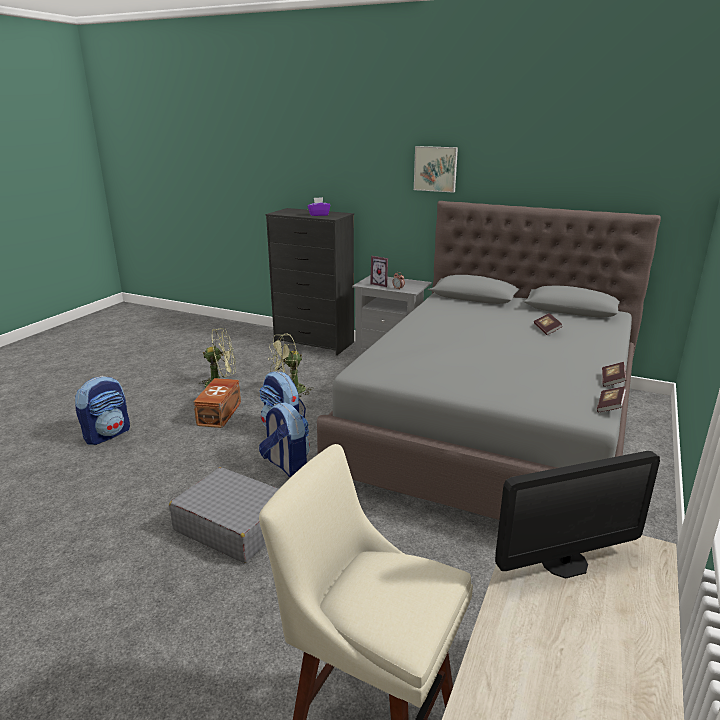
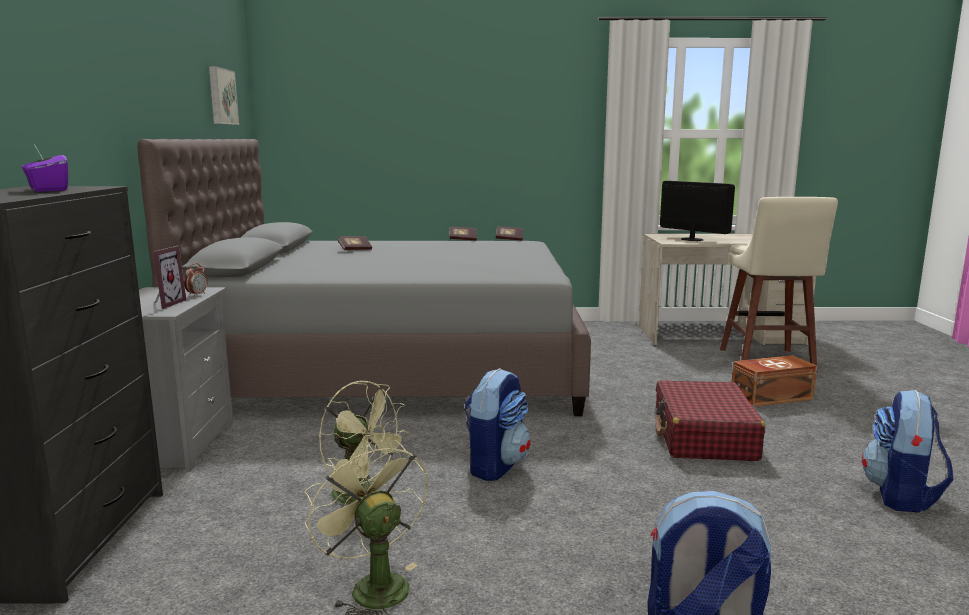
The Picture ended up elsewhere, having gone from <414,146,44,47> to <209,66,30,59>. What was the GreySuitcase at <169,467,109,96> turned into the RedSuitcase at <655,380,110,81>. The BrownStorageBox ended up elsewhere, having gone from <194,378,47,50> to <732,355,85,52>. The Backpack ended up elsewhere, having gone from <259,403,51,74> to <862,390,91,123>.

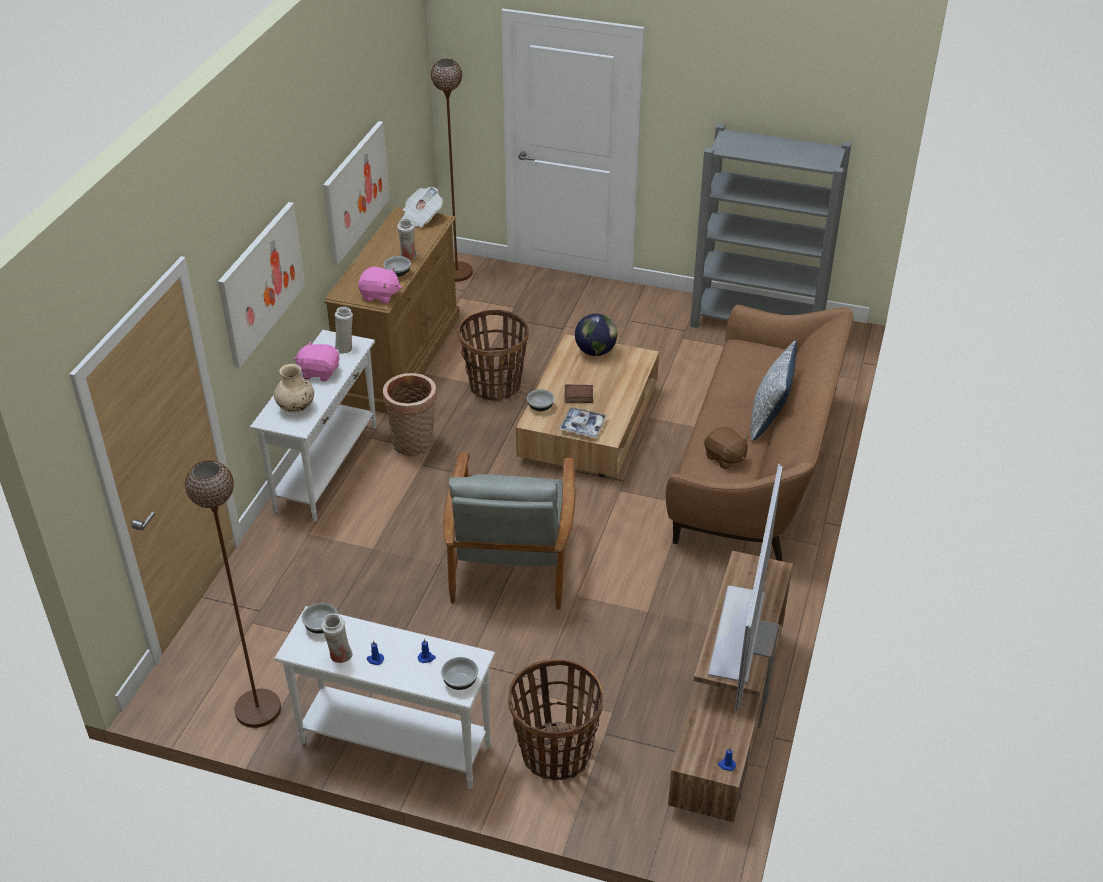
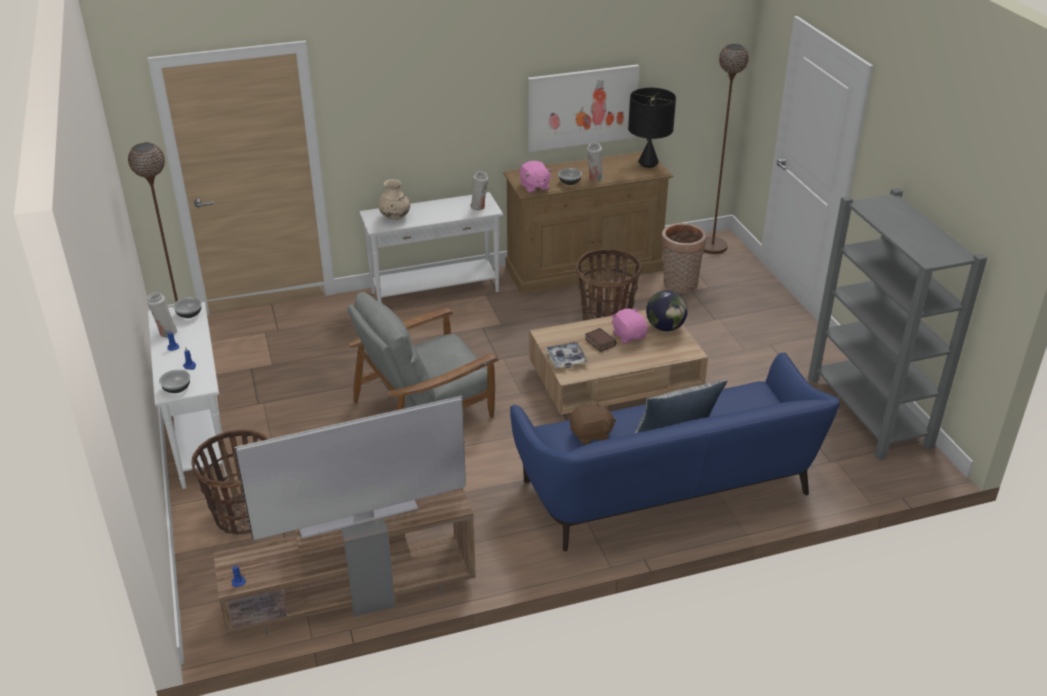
What was the BrownSofa at <665,305,188,256> turned into the BlueSofa at <510,352,330,199>. The BrownPlushToy at <704,426,45,43> ended up facing another way, 120 degrees counterclockwise from before. The PinkPlushToy ended up elsewhere, having gone from <294,341,45,41> to <611,308,37,35>. Where the Newspaper stood at <402,187,41,41>, the BlackTableLamp came to stand at <628,88,48,80>. The Basket ended up elsewhere, having gone from <383,373,54,84> to <661,223,45,70>. The second view lost the Picture at <218,202,87,166>. The second view lost the Bowl at <527,389,27,22>.

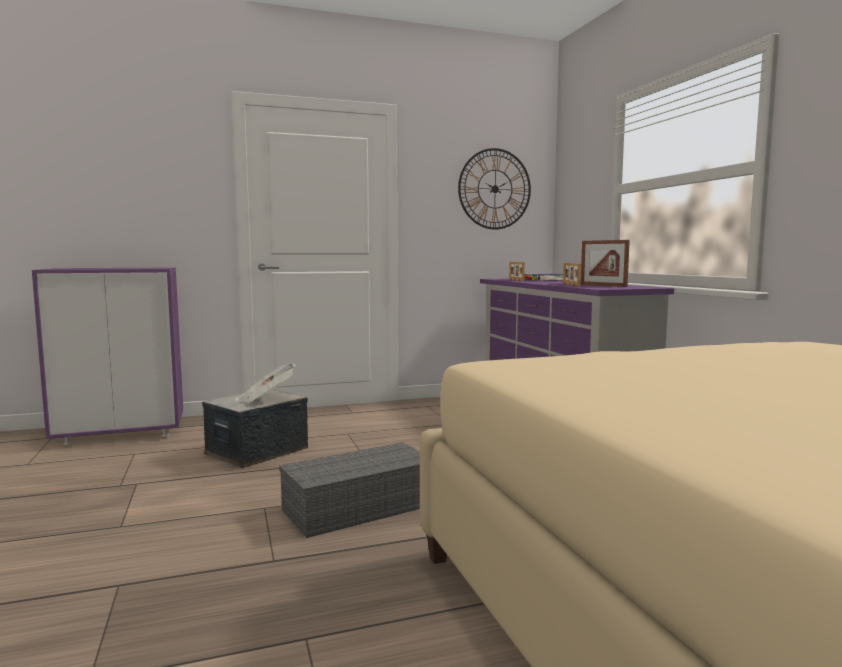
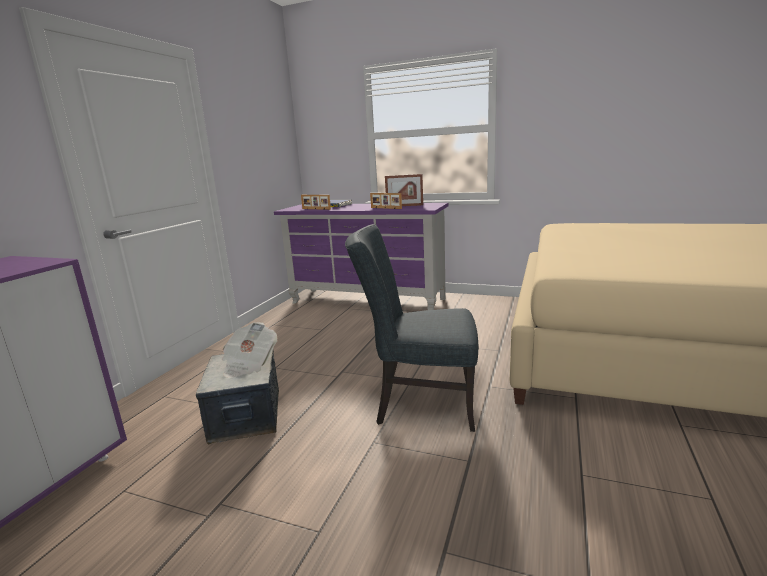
Where the GreyStorageBox stood at <279,442,141,96>, the GreyChair came to stand at <345,224,133,208>. The second view lost the WallClock at <458,148,73,82>.

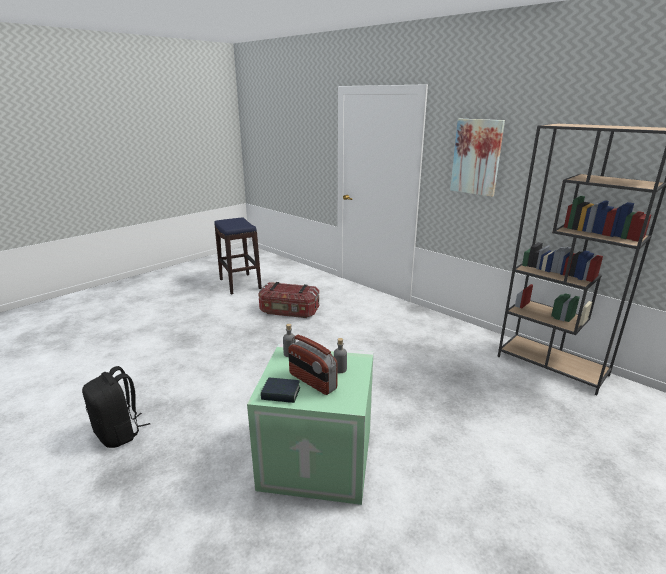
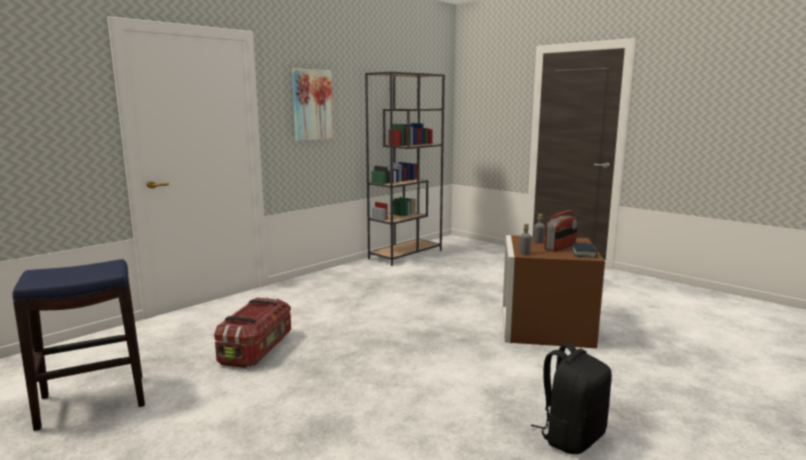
What was the GreenStorageBox at <247,344,126,161> turned into the BrownStorageBox at <502,235,103,113>.

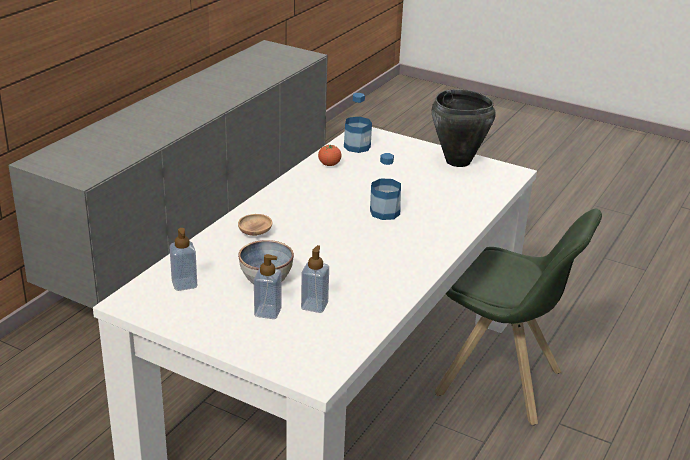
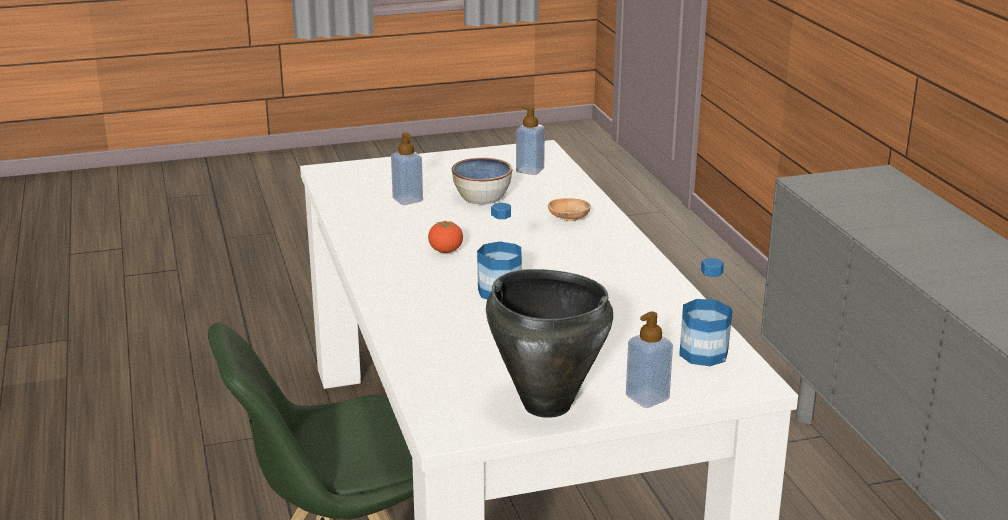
The Tomato ended up elsewhere, having gone from <318,145,24,21> to <428,220,35,33>. The SoapDispenser ended up elsewhere, having gone from <254,254,28,65> to <626,312,47,96>.

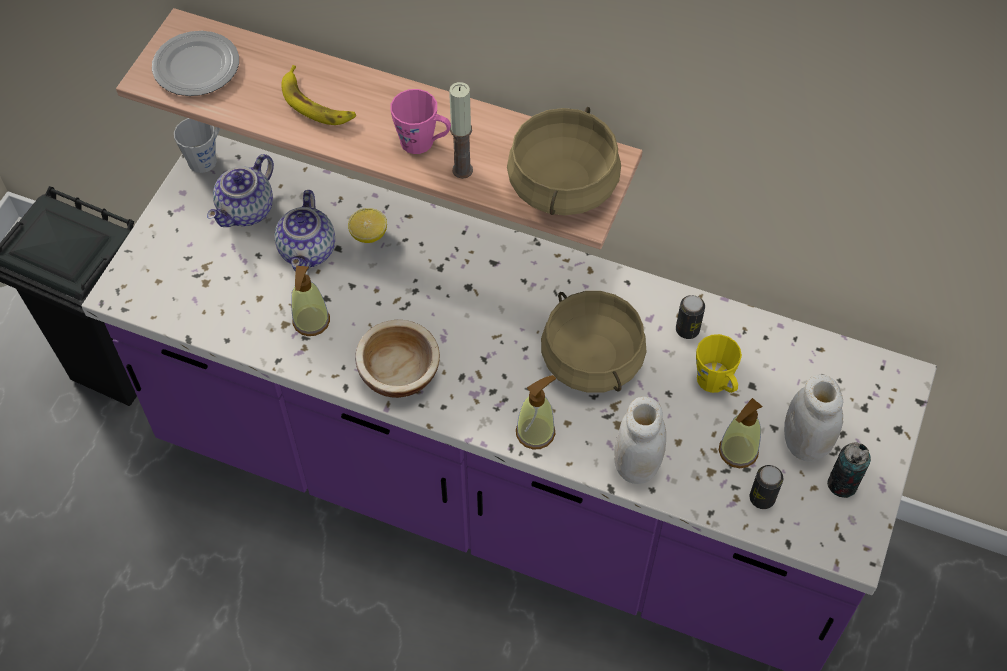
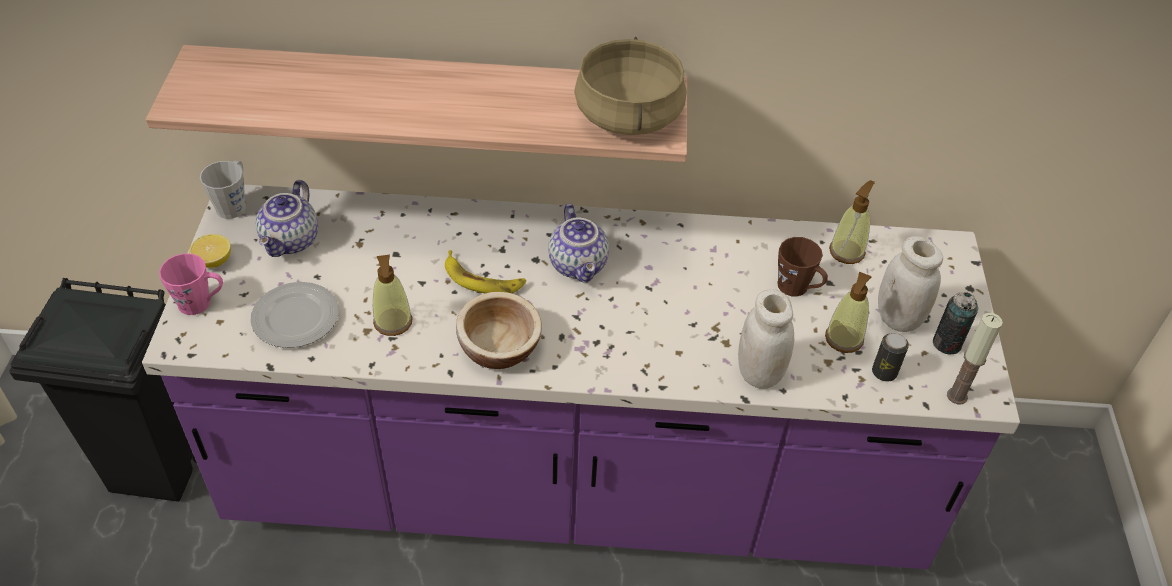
The PinkMug ended up elsewhere, having gone from <391,89,60,65> to <159,253,64,62>. The Lemon ended up elsewhere, having gone from <348,208,39,35> to <189,234,42,34>. The Plate ended up elsewhere, having gone from <152,31,87,65> to <250,282,89,66>. The Banana ended up elsewhere, having gone from <281,65,75,60> to <445,250,81,43>. The Teapot ended up elsewhere, having gone from <275,190,60,82> to <548,203,61,80>. What was the YellowMug at <696,334,46,59> turned into the BrownMug at <777,237,51,60>. The SoapDispenser ended up elsewhere, having gone from <516,375,40,75> to <829,180,46,84>. The Candle ended up elsewhere, having gone from <449,82,24,97> to <947,313,56,91>. The second view lost the BeigeCookingPot at <541,291,105,102>. The second view lost the Can at <676,295,29,44>.

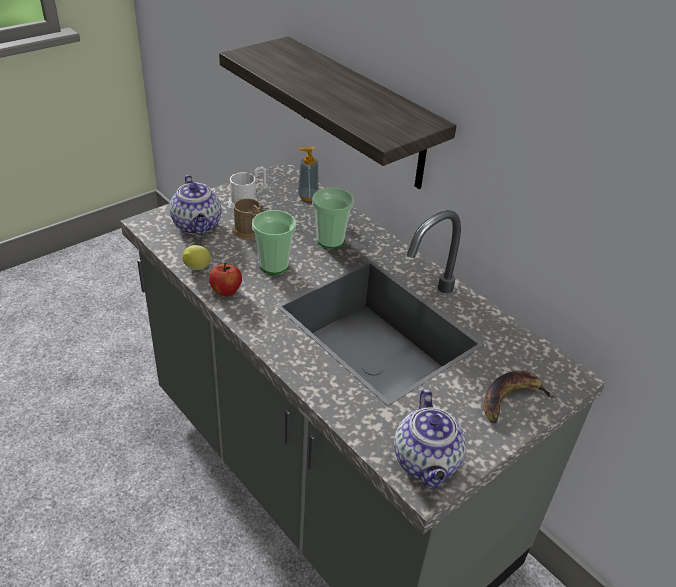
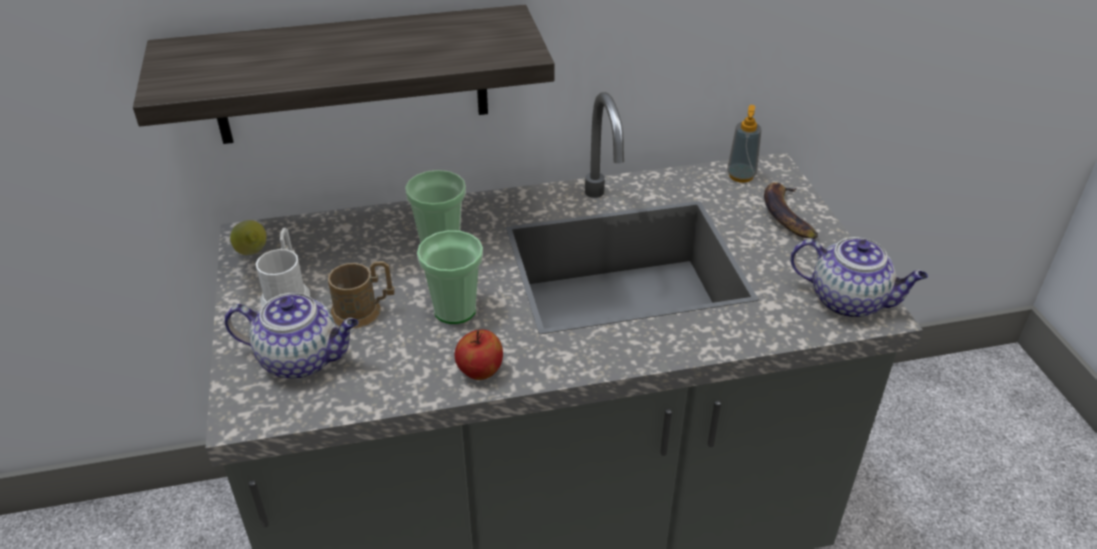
The Lemon ended up elsewhere, having gone from <182,245,29,25> to <230,220,36,35>. The SoapDispenser ended up elsewhere, having gone from <298,147,21,54> to <727,105,35,78>.

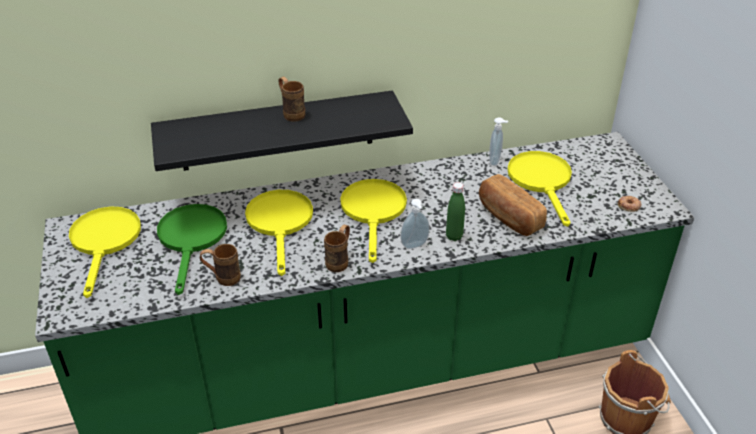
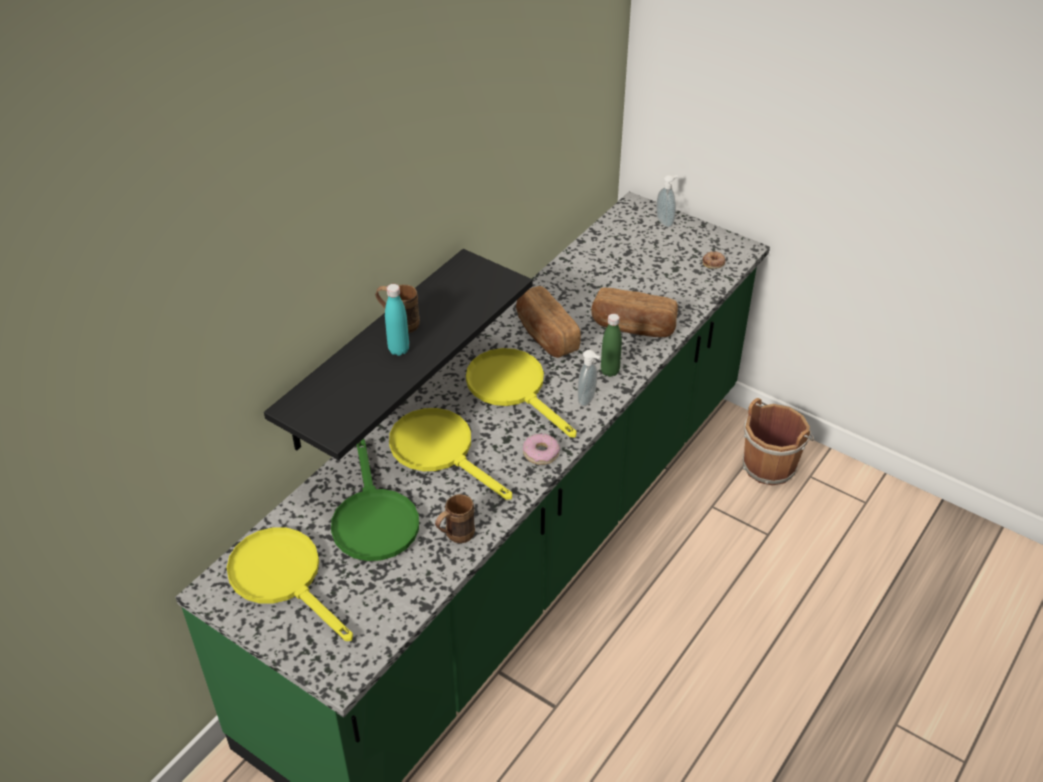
The GreenFryingPan at <157,204,70,91> ended up facing another way, 150 degrees counterclockwise from before. The second view gained the TurquoiseBottle at <385,284,24,72>. The second view gained the Bread at <516,286,65,72>. Where the BrownMug stood at <324,224,26,48>, the Donut came to stand at <523,434,37,31>. The SoapDispenser ended up elsewhere, having gone from <489,117,19,49> to <656,175,22,52>. The second view lost the YellowFryingPan at <507,151,65,76>.

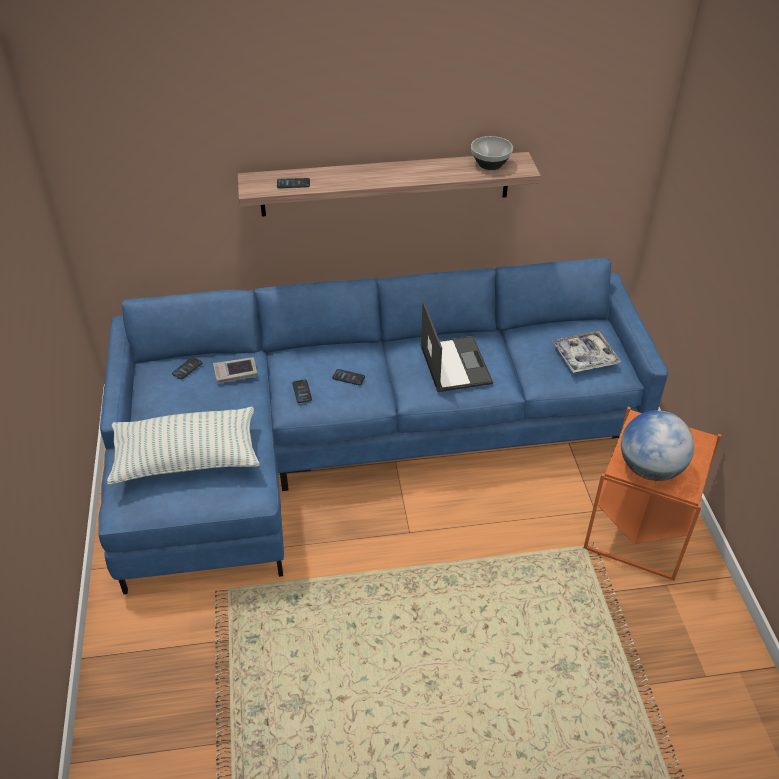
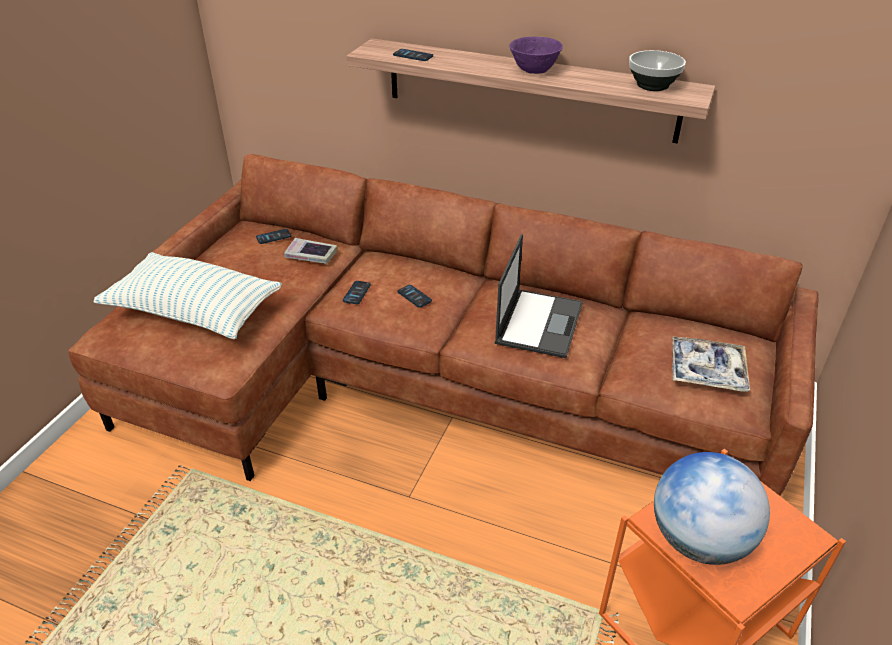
What was the BlueSofa at <98,258,570,336> turned into the BrownSofa at <68,154,750,342>. The second view gained the PurpleBowl at <509,37,54,37>.

